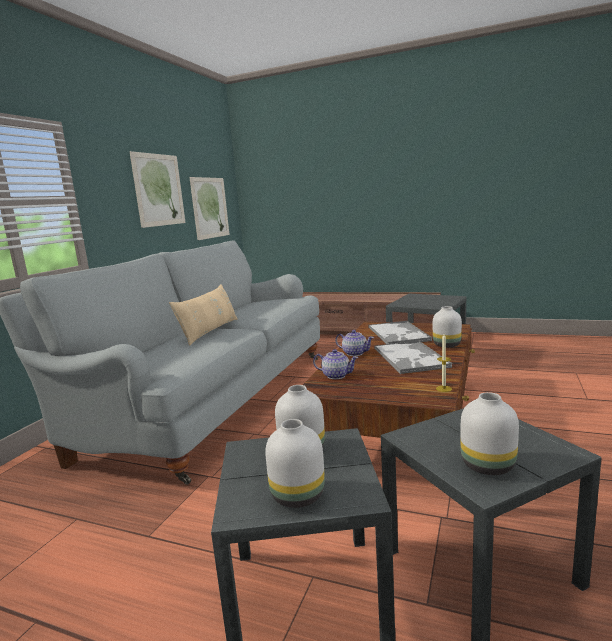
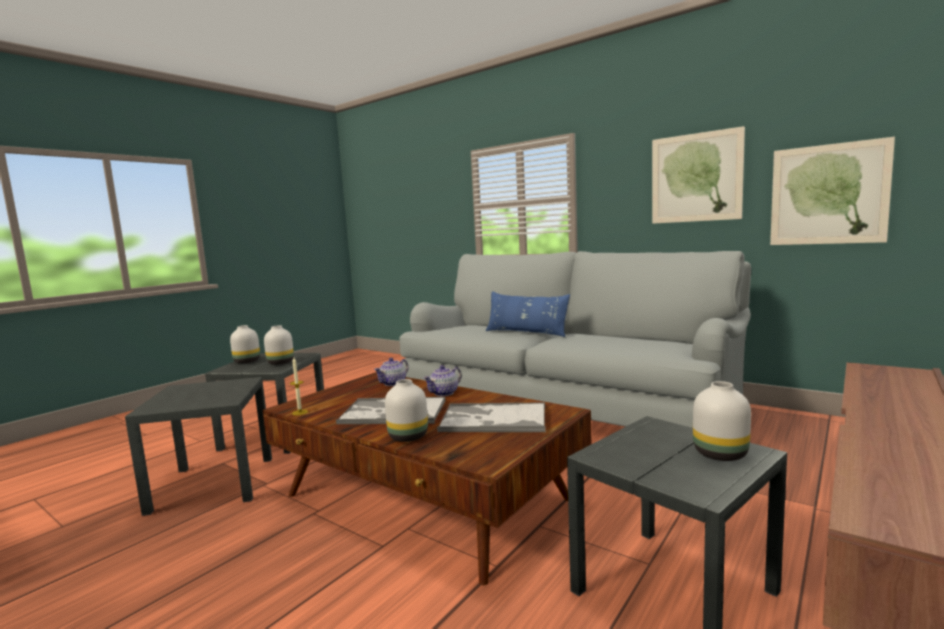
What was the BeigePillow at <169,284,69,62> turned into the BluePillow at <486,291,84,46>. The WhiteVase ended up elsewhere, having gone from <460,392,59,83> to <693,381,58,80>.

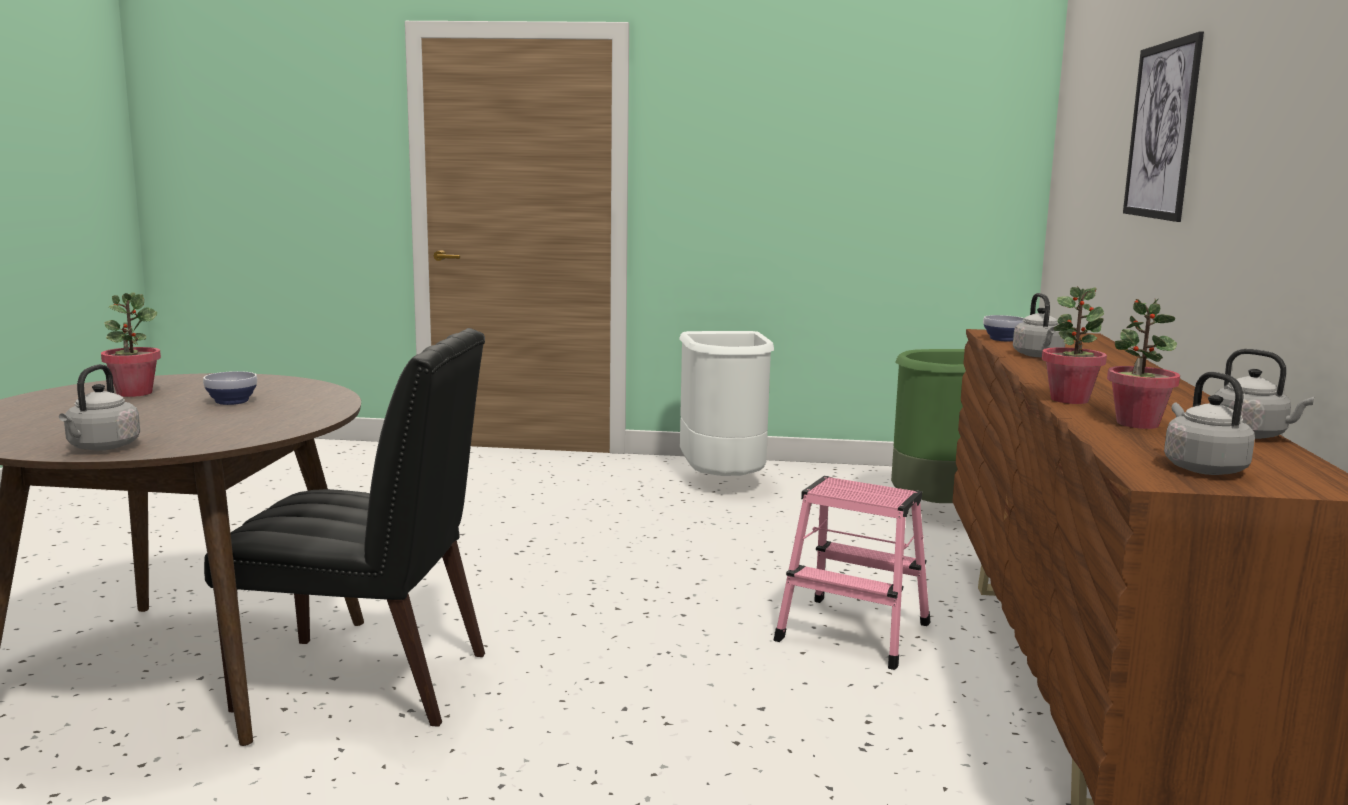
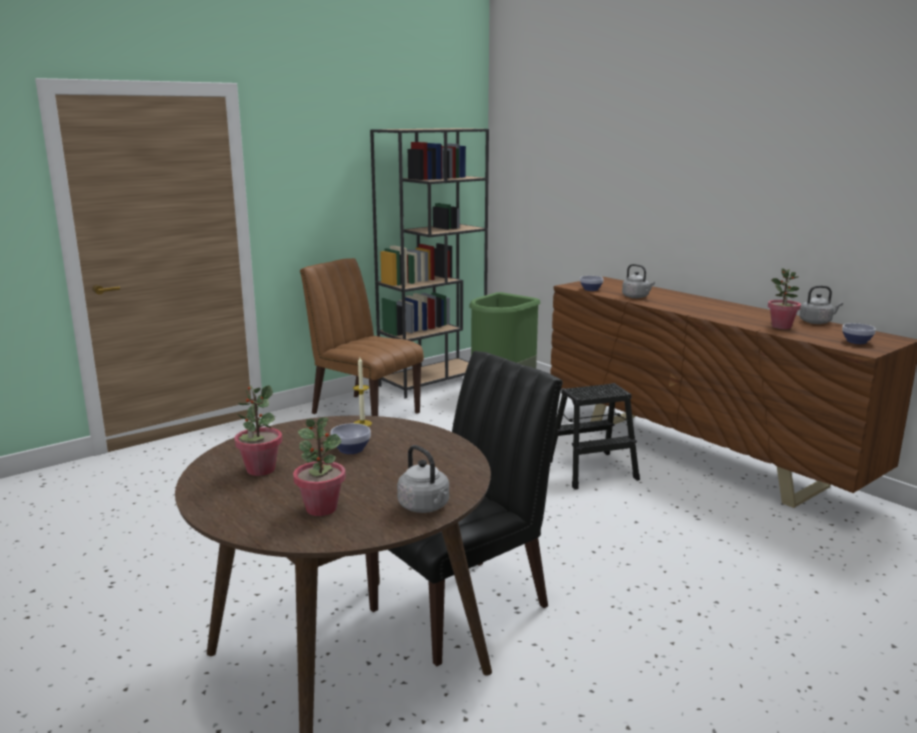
The PottedPlant ended up elsewhere, having gone from <1042,286,65,118> to <293,417,53,99>. Where the WhiteTrashCan stood at <679,331,95,145>, the BrownChair came to stand at <300,258,124,158>. The second view gained the Candle at <353,357,19,69>. The second view gained the Bookcase at <370,128,119,271>. What was the PinkStepLadder at <774,476,156,194> turned into the BlackStepLadder at <550,383,90,107>. Where the GreyKettle stood at <1164,372,91,103>, the Bowl came to stand at <842,323,34,21>. The second view lost the Picture at <1123,31,81,191>.

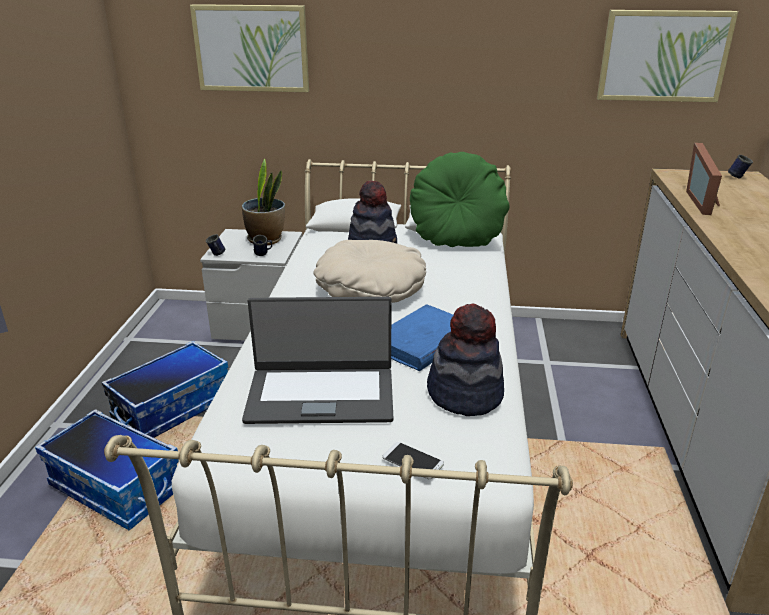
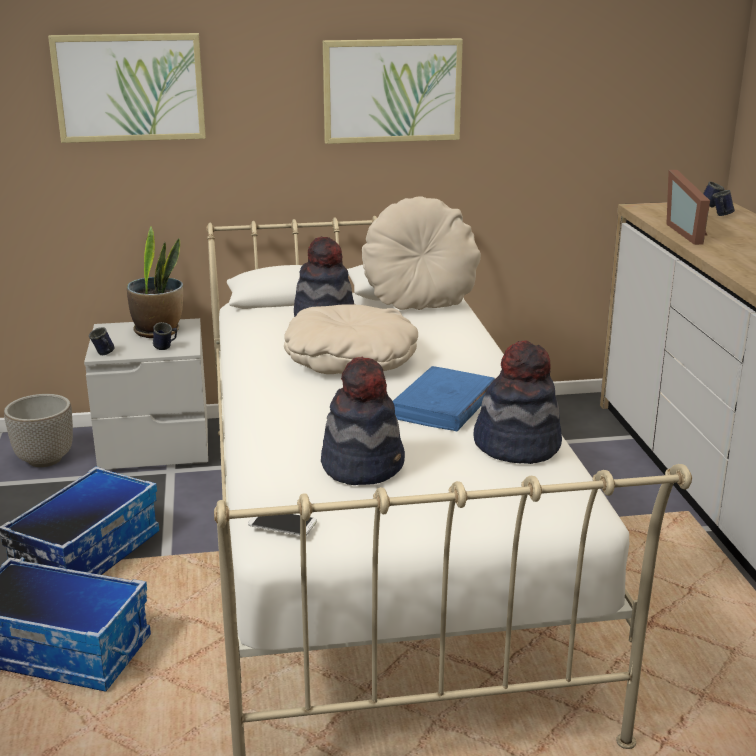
The second view gained the Planter at <4,394,69,73>. The Phone ended up elsewhere, having gone from <382,442,62,37> to <248,514,69,22>. Where the Laptop stood at <242,297,151,127>, the Hat came to stand at <321,356,84,129>. The Picture ended up elsewhere, having gone from <597,10,141,92> to <323,38,140,106>. What was the GreenPillow at <410,152,99,95> turned into the BeigePillow at <362,196,119,114>. The second view gained the BlueMug at <712,190,23,26>.

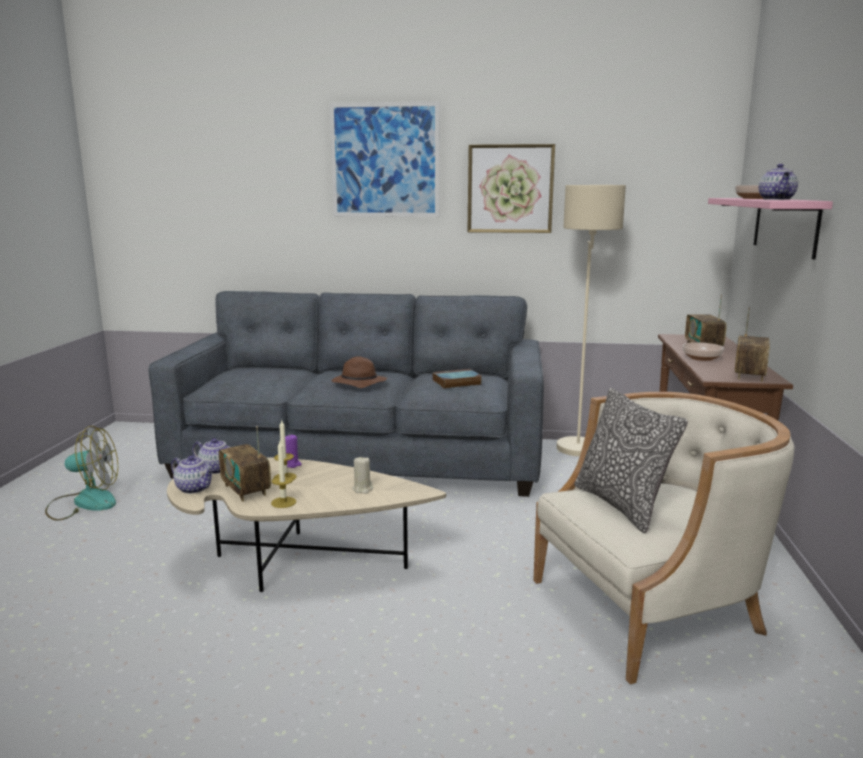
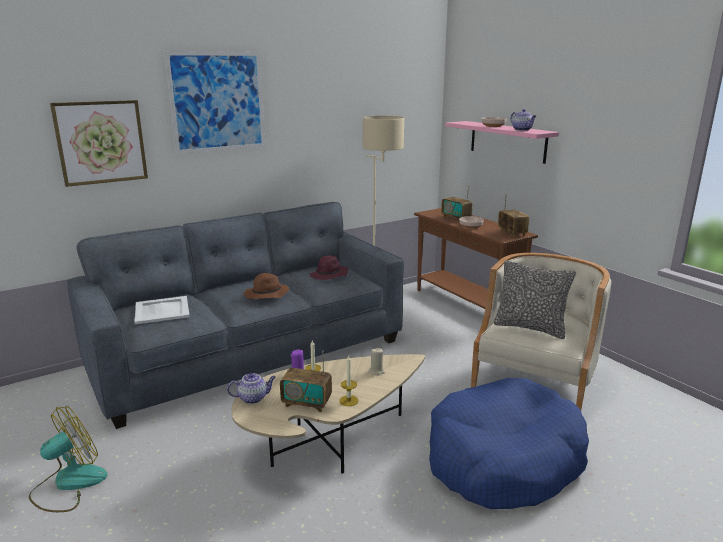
The Picture ended up elsewhere, having gone from <467,144,88,89> to <50,100,98,87>. The second view gained the WhiteTray at <135,296,55,28>. Where the Book stood at <432,369,50,20>, the PurpleHat came to stand at <309,255,39,25>. The second view gained the BlueDogBed at <429,378,160,131>. The second view lost the Teapot at <171,455,43,39>.

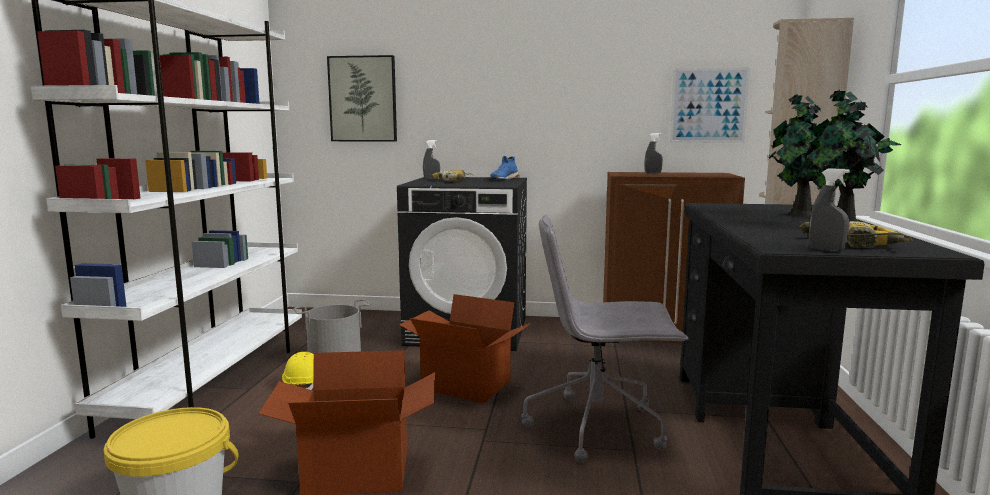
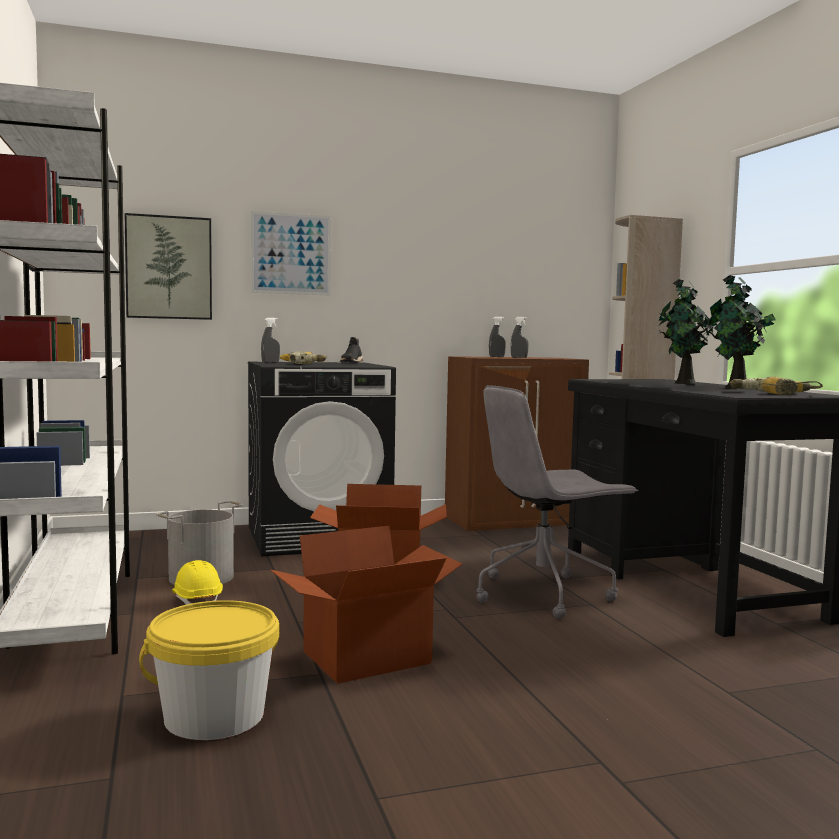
The Picture ended up elsewhere, having gone from <670,67,80,76> to <251,211,80,84>. What was the BlueShoe at <490,156,29,24> turned into the BlackShoe at <339,337,24,26>. The GreySprayBottle ended up elsewhere, having gone from <809,169,41,83> to <511,317,18,41>.

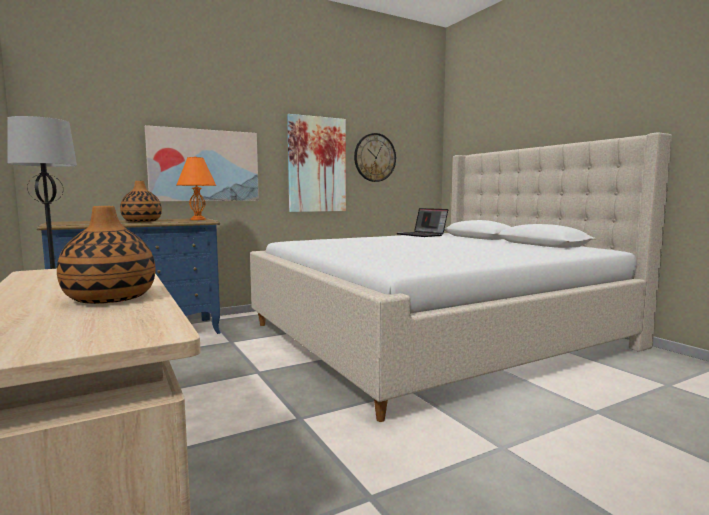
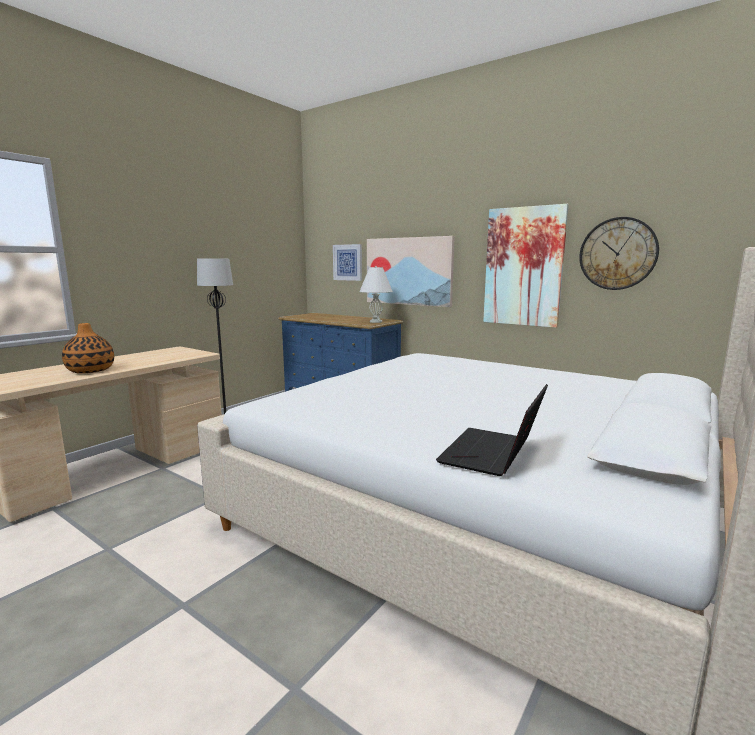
The second view gained the Picture at <333,244,29,37>. What was the OrangeTableLamp at <177,156,39,64> turned into the WhiteTableLamp at <359,266,34,57>. The Laptop ended up elsewhere, having gone from <397,208,51,29> to <436,384,112,92>. The second view lost the Vase at <120,181,42,41>.

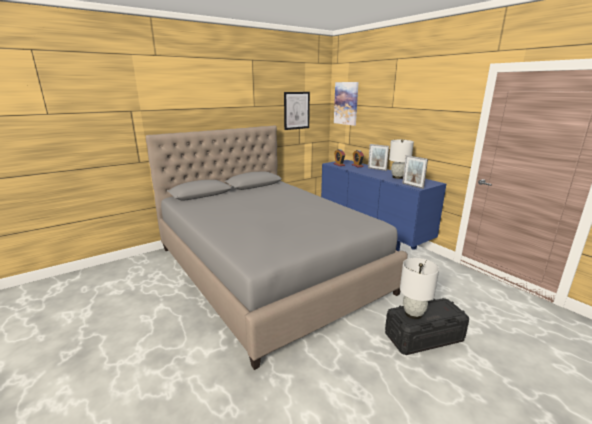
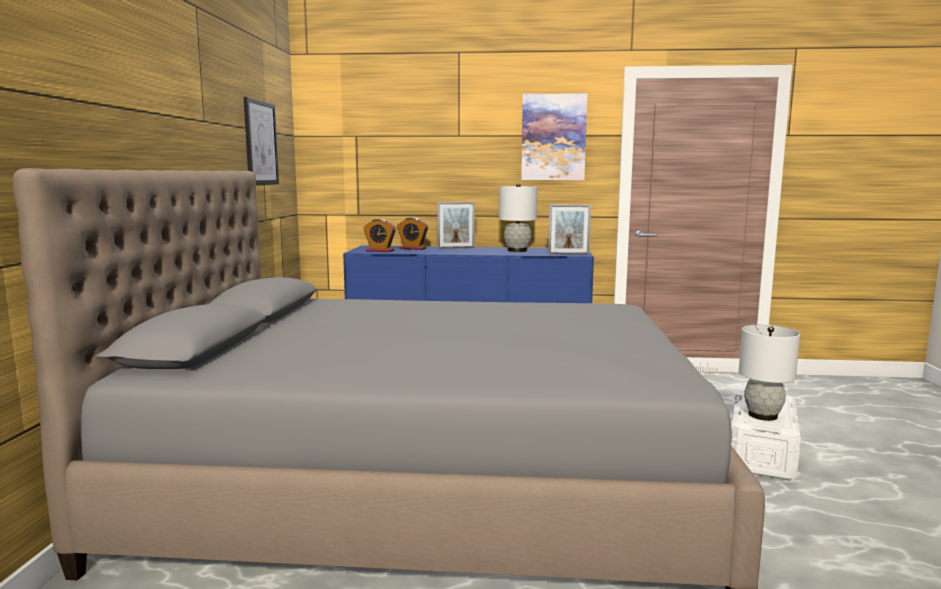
The Picture ended up elsewhere, having gone from <334,82,25,44> to <521,93,66,87>. What was the BlackStorageBox at <385,298,84,57> turned into the WhiteStorageBox at <731,390,70,90>.

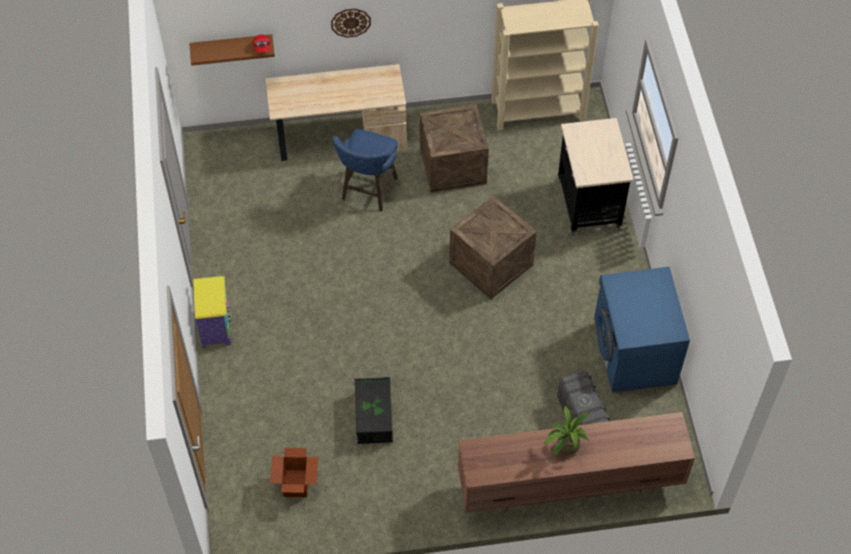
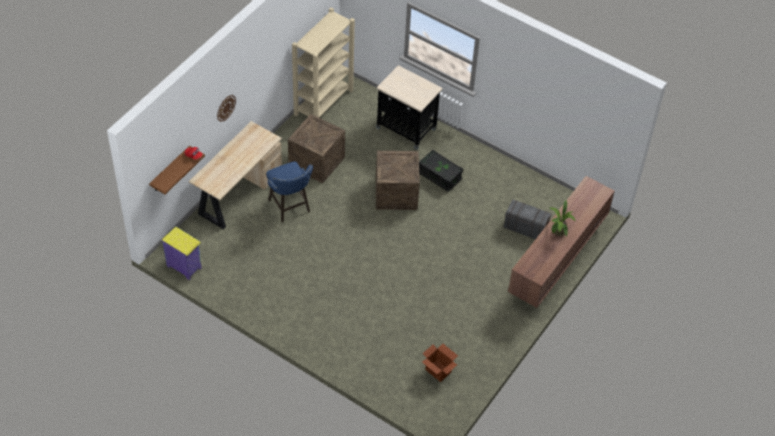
The Nightstand ended up elsewhere, having gone from <193,276,38,73> to <161,227,41,53>. The BlackStorageBox ended up elsewhere, having gone from <354,377,39,67> to <419,149,44,43>. The second view lost the BlueWashingMachine at <594,267,96,125>.

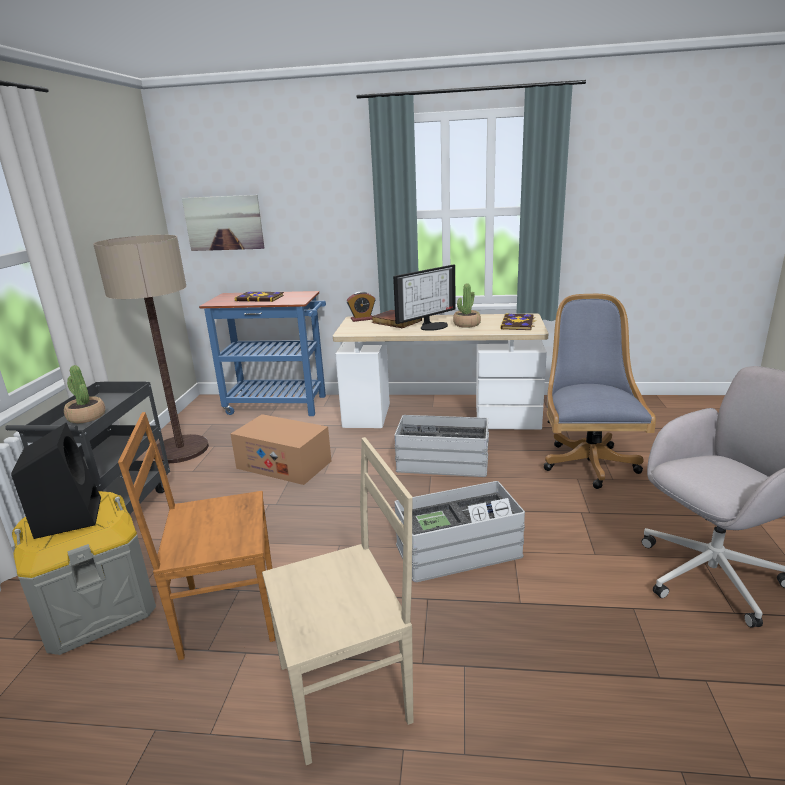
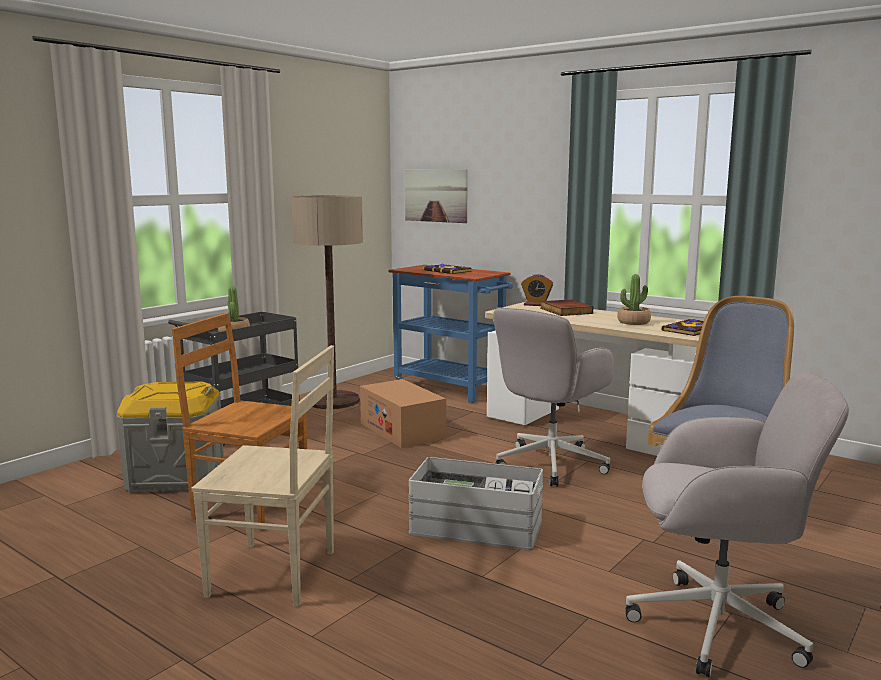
Where the GreyStorageBox stood at <394,415,95,62>, the GreyOfficeChair came to stand at <493,308,121,178>. The second view lost the BlackSpeaker at <11,423,90,116>. The second view lost the Monitor at <393,265,62,66>.

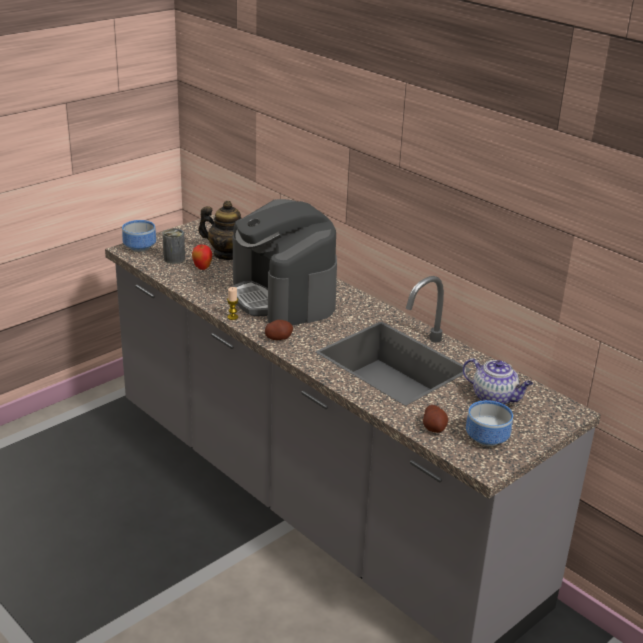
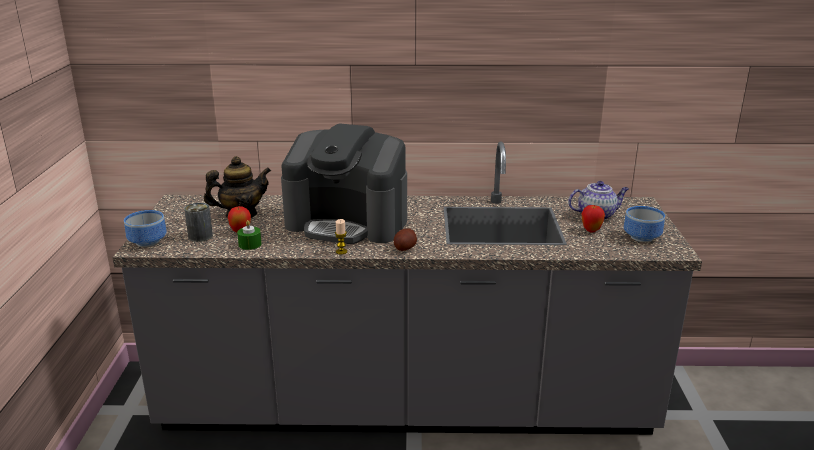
The second view gained the GreenCandle at <237,220,25,30>. The second view gained the Apple at <582,204,23,29>. The second view lost the Potato at <423,405,25,28>.

